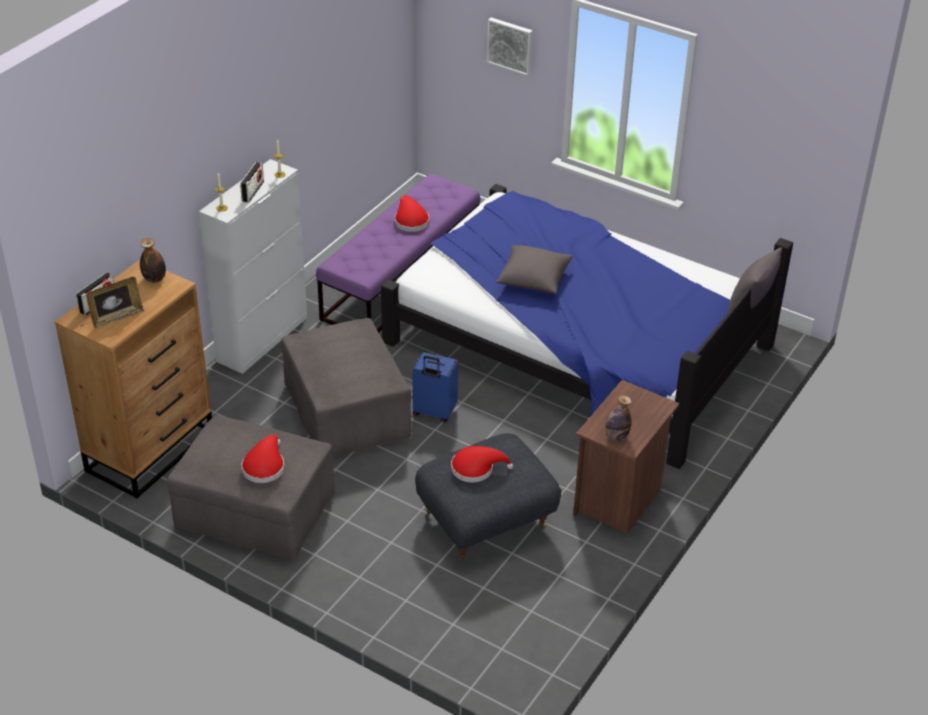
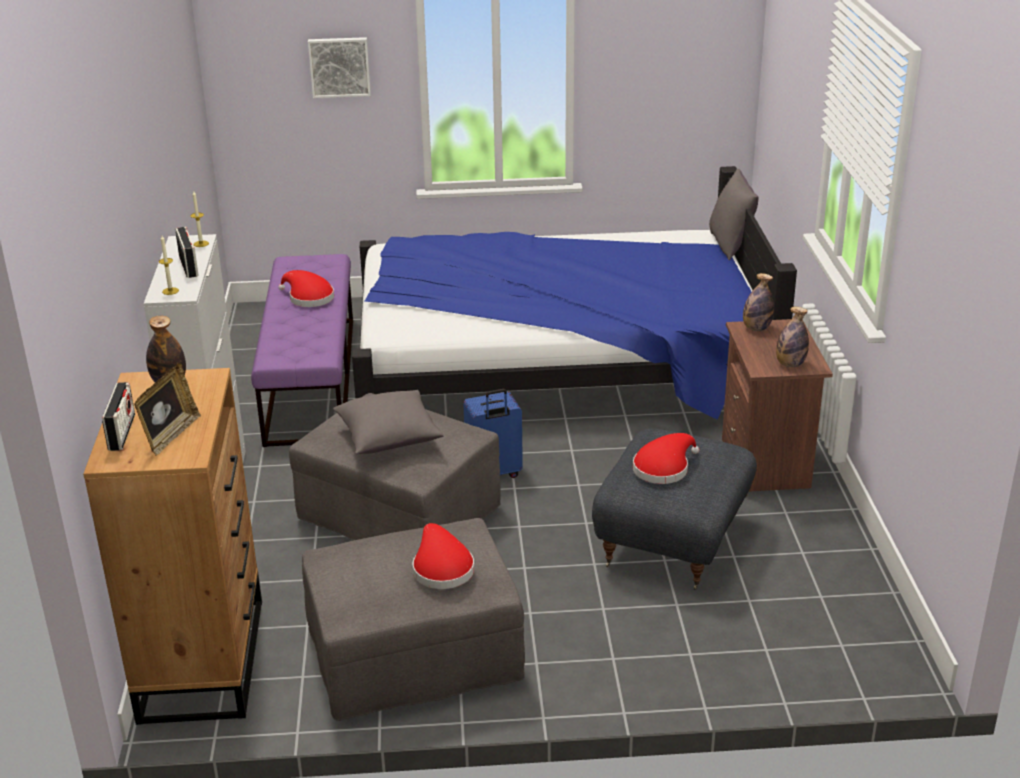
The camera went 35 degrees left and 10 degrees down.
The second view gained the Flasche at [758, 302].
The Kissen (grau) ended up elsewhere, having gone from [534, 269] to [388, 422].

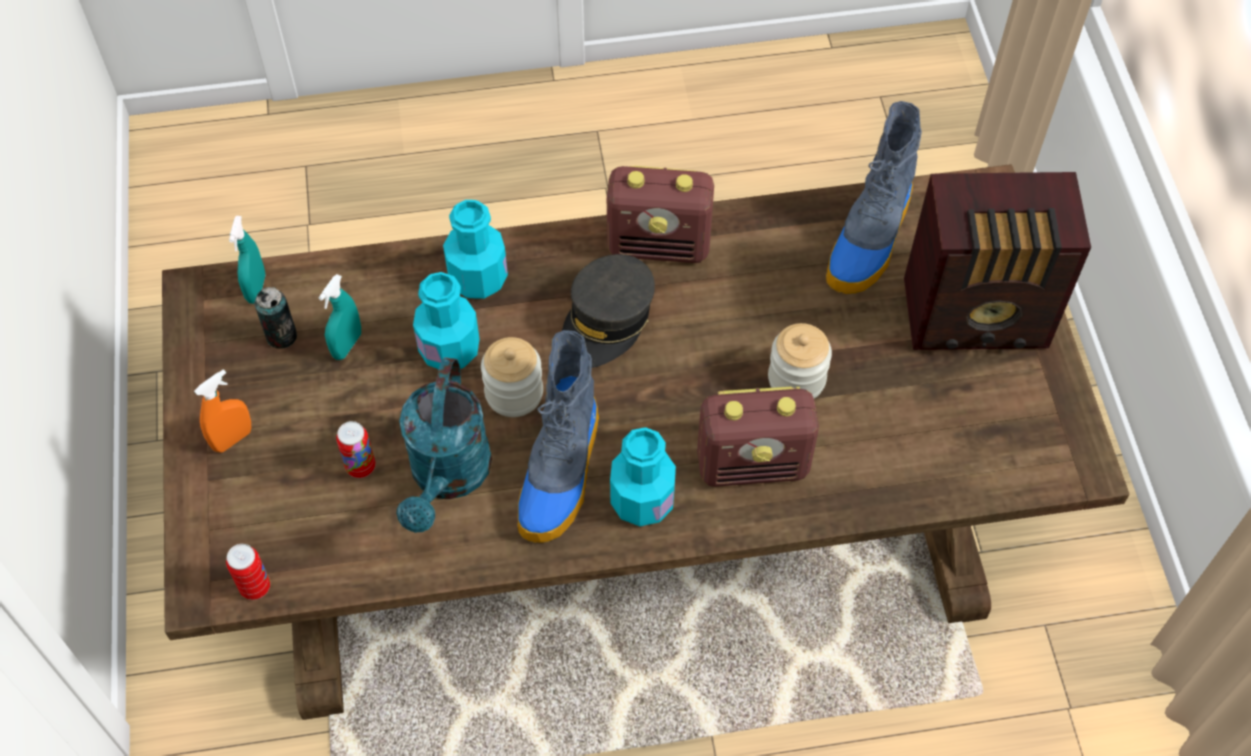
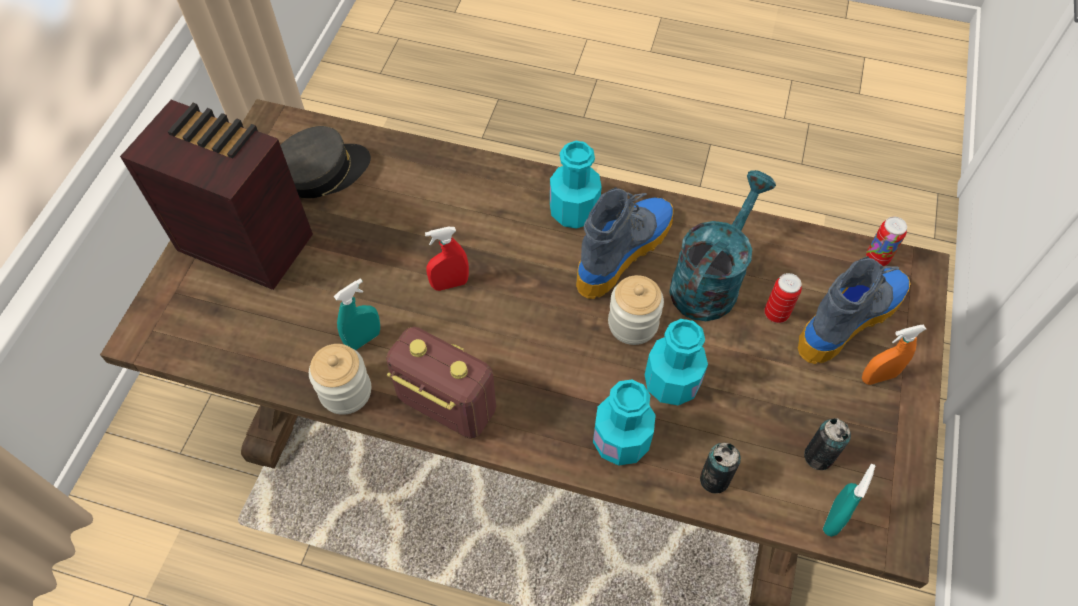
The camera went 155 degrees left and 0 degrees up.
The second view lost the Radio at [758, 437].
The second view gained the Sprühflasche (rot) at [447, 259].
The second view gained the Dose at [720, 468].
The Sprühflasche (türkis) ended up elsewhere, having gone from [340, 317] to [357, 314].
The Kappe (grau) ended up elsewhere, having gone from [608, 311] to [325, 162].
The Vorratsglas ended up elsewhere, having gone from [800, 361] to [340, 379].
The Stiefel ended up elsewhere, having gone from [874, 197] to [854, 310].

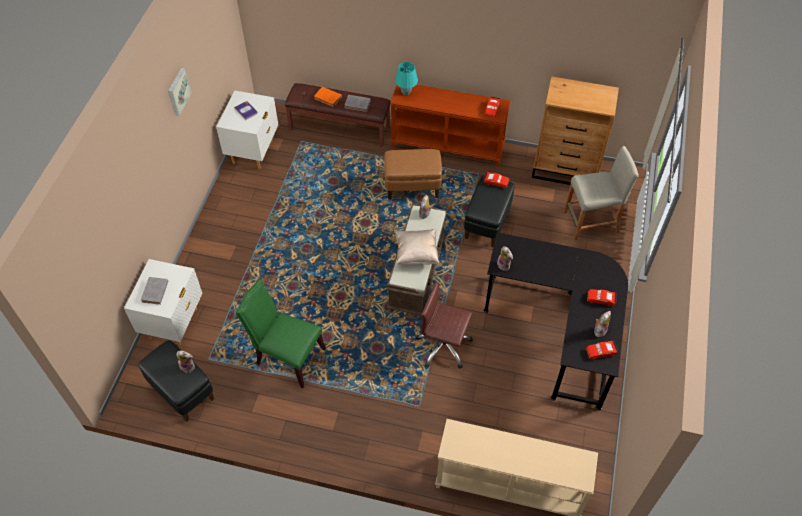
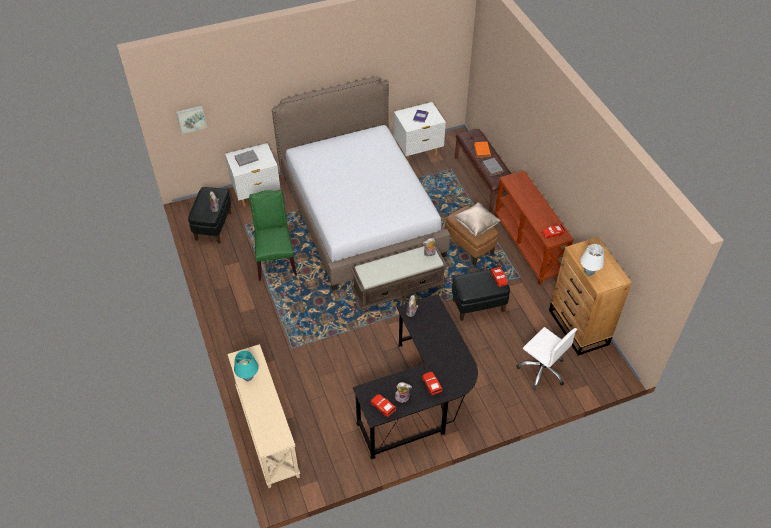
The camera went 55 degrees right and 5 degrees down.
The second view lost the Bürostuhl (braun) at [444, 325].
The second view gained the Bett at [361, 183].
The second view gained the Tischlampe (weiß) at [592, 260].
The Bild ended up elsewhere, having gone from [180, 92] to [191, 120].
The Tischlampe (türkis) ended up elsewhere, having gone from [406, 79] to [246, 365].
The Kissen (beige) ended up elsewhere, having gone from [417, 247] to [477, 219].
Where the Hocker (beige) stood at [601, 193], the Bürostuhl (weiß) came to stand at [547, 358].

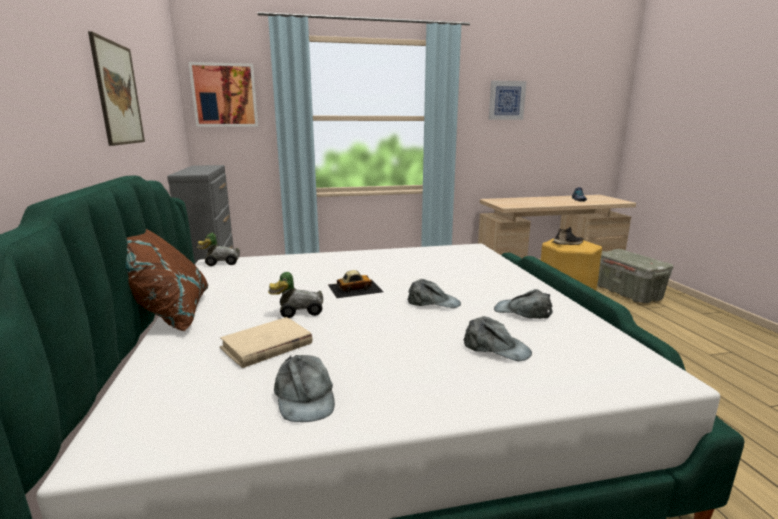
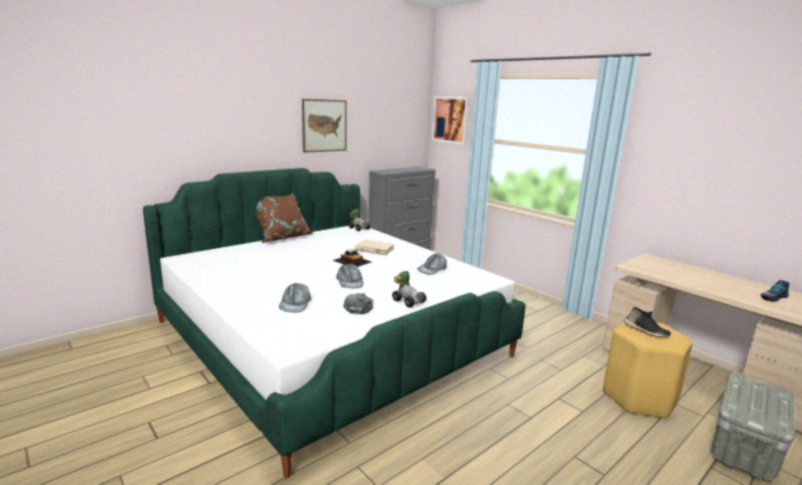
The camera went 60 degrees right and 0 degrees up.
The second view lost the Bild at [508, 100].
The Buch (beige) ended up elsewhere, having gone from [266, 342] to [374, 247].
The Spielzeugauto ended up elsewhere, having gone from [295, 295] to [409, 289].
The Kappe (grau) ended up elsewhere, having gone from [304, 388] to [432, 264].

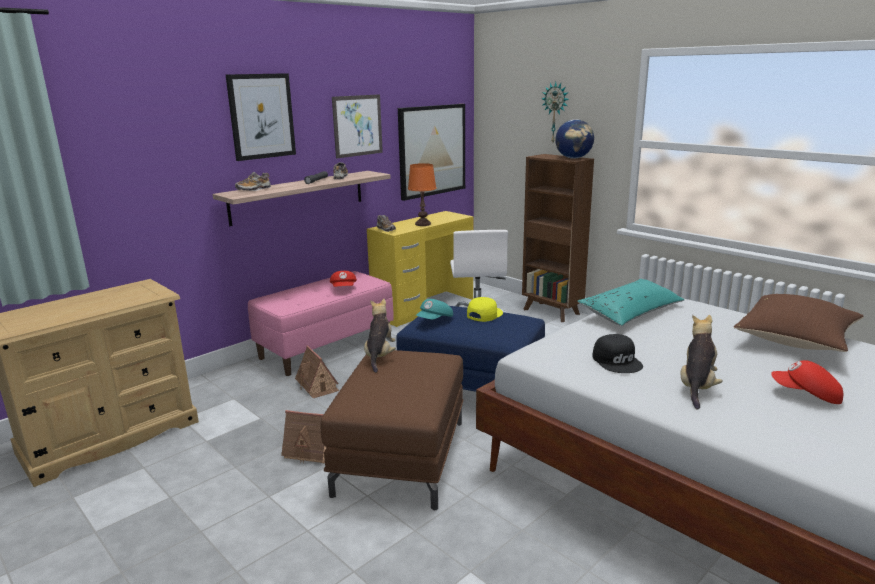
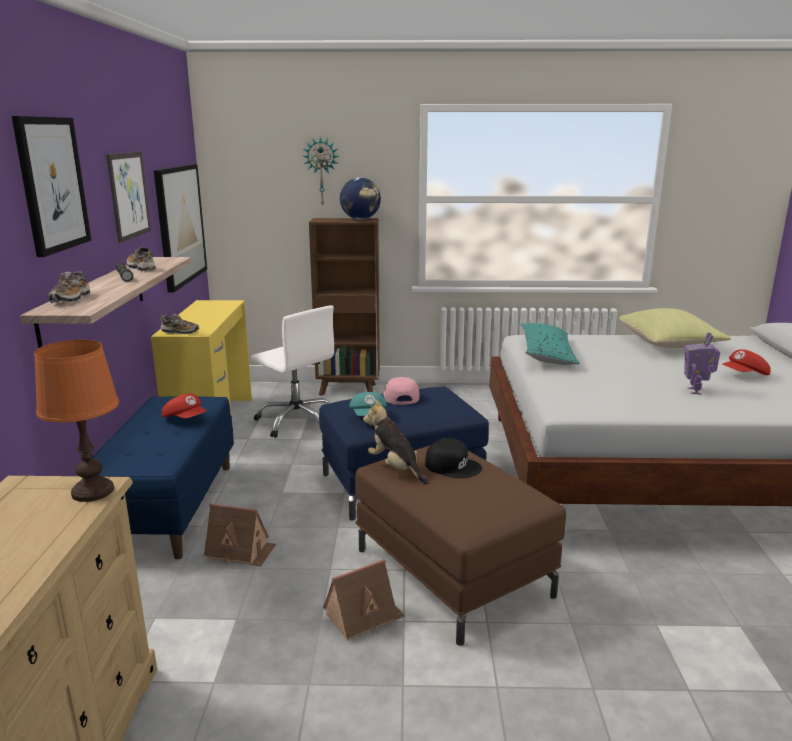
The camera went 45 degrees left and 0 degrees up.
The Tischlampe (orange) ended up elsewhere, having gone from [422, 194] to [76, 421].
The Kappe (schwarz) ended up elsewhere, having gone from [617, 353] to [453, 458].
Where the Plüschtier stood at [701, 362], the Spielzeugroboter came to stand at [702, 363].
What was the Bank (rosa) at [321, 323] turned into the Bank (blau) at [155, 477].
What was the Kappe (gelb) at [485, 309] turned into the Kappe (rosa) at [401, 391].
What was the Kissen (braun) at [799, 323] turned into the Kissen (gelb) at [675, 328].

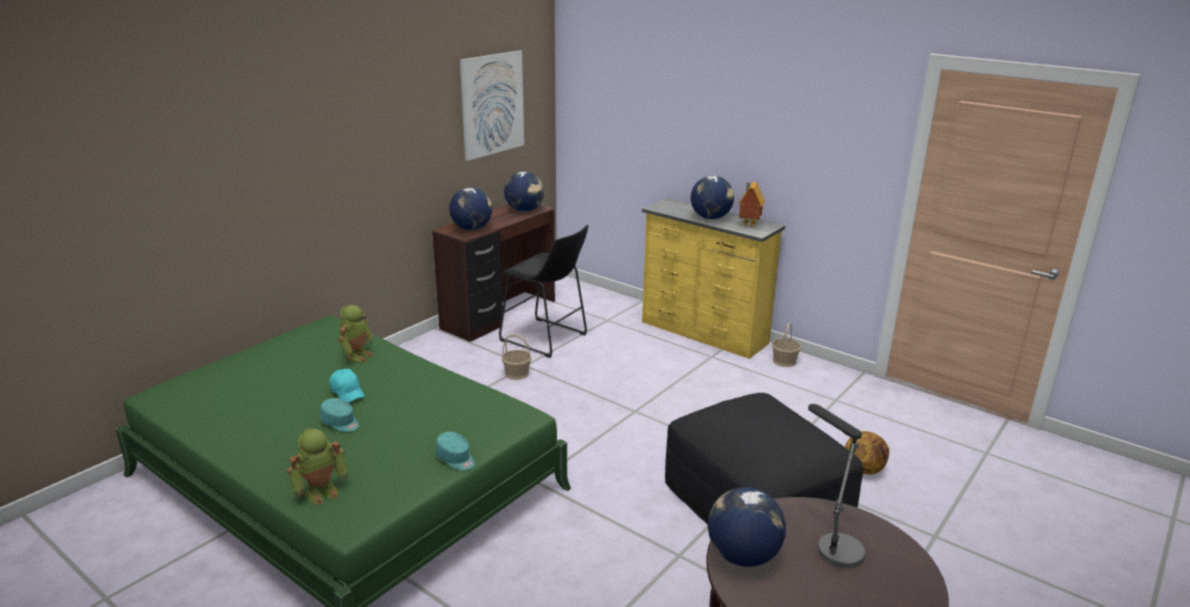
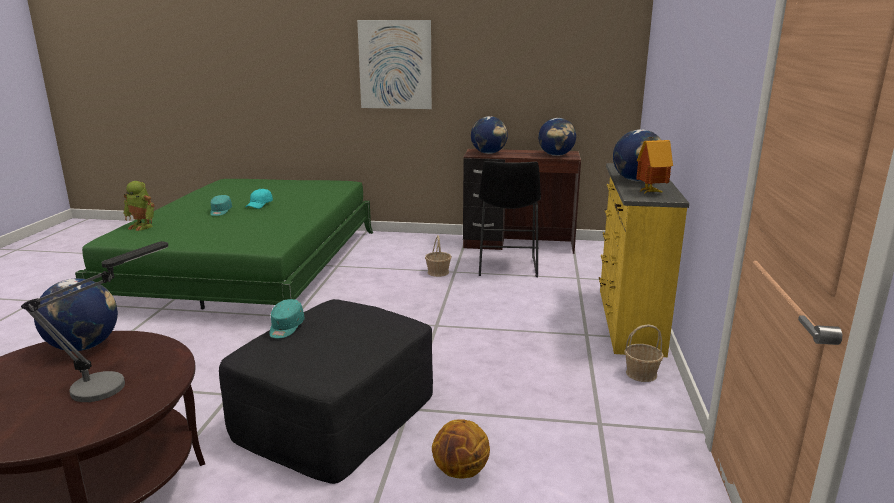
The camera went 60 degrees right and 5 degrees down.
The second view lost the Spielzeugroboter at [356, 333].
The Kappe (türkis) ended up elsewhere, having gone from [455, 451] to [287, 319].
The Bild ended up elsewhere, having gone from [492, 105] to [394, 64].

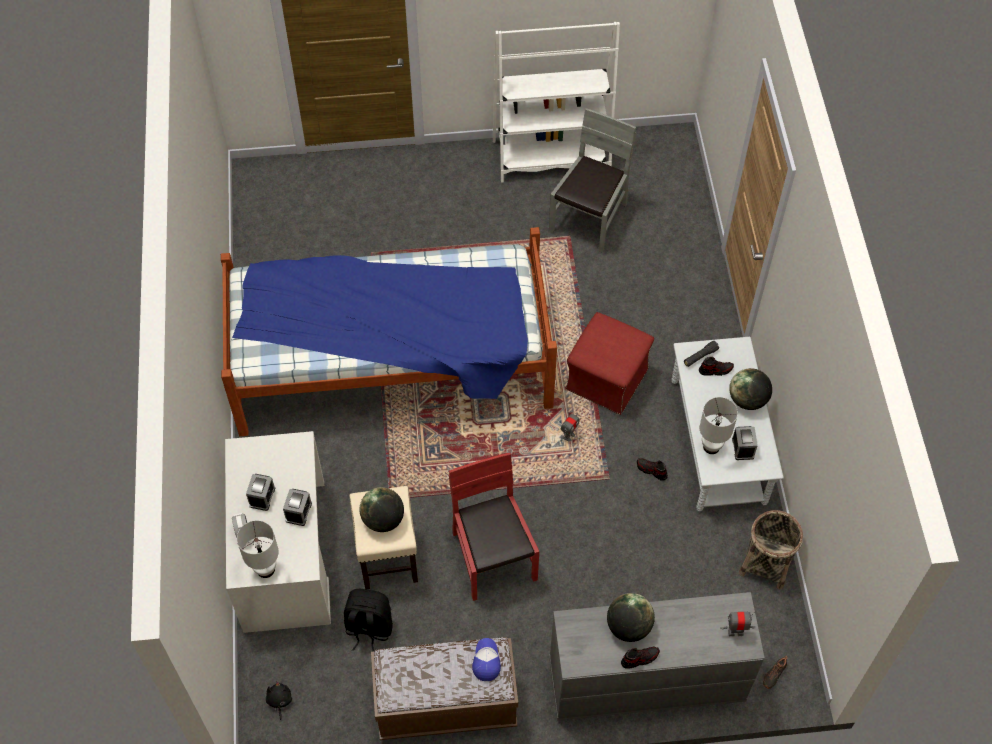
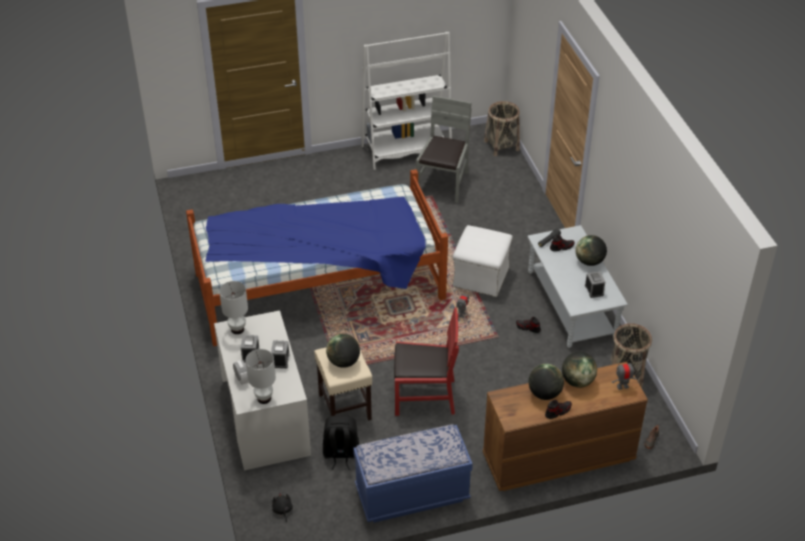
The camera went 10 degrees left and 15 degrees down.
The second view lost the Kappe at [486, 659].
The second view gained the Korb at [502, 128].
The second view gained the Globus at [579, 370].
The Tischlampe (weiß) ended up elsewhere, having gone from [719, 425] to [233, 307].
What was the Bank (braun) at [444, 688] turned into the Bank (blau) at [413, 473].
What was the Kommode (grau) at [657, 656] turned into the Kommode (braun) at [565, 426].
What was the Polsterhocker (rot) at [610, 363] turned into the Polsterhocker (weiß) at [482, 261].
The Stuhl (rot) at [494, 527] ended up facing another way, 120 degrees clockwise from before.

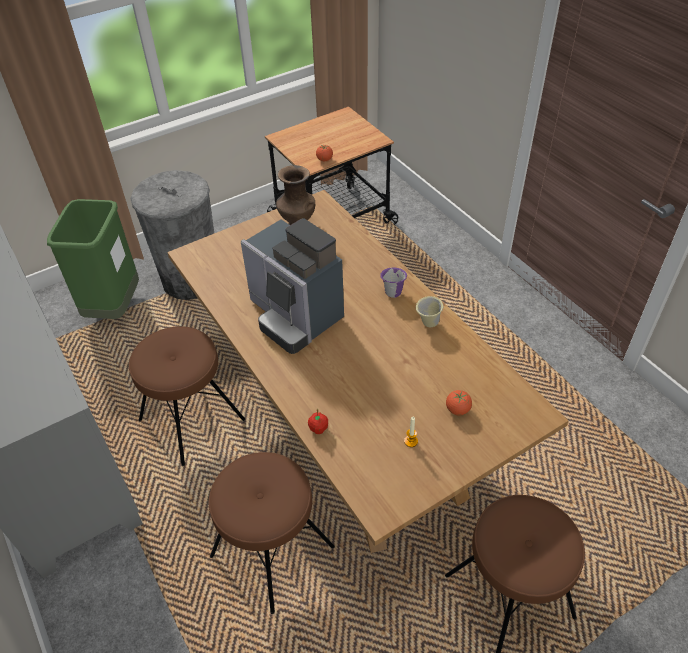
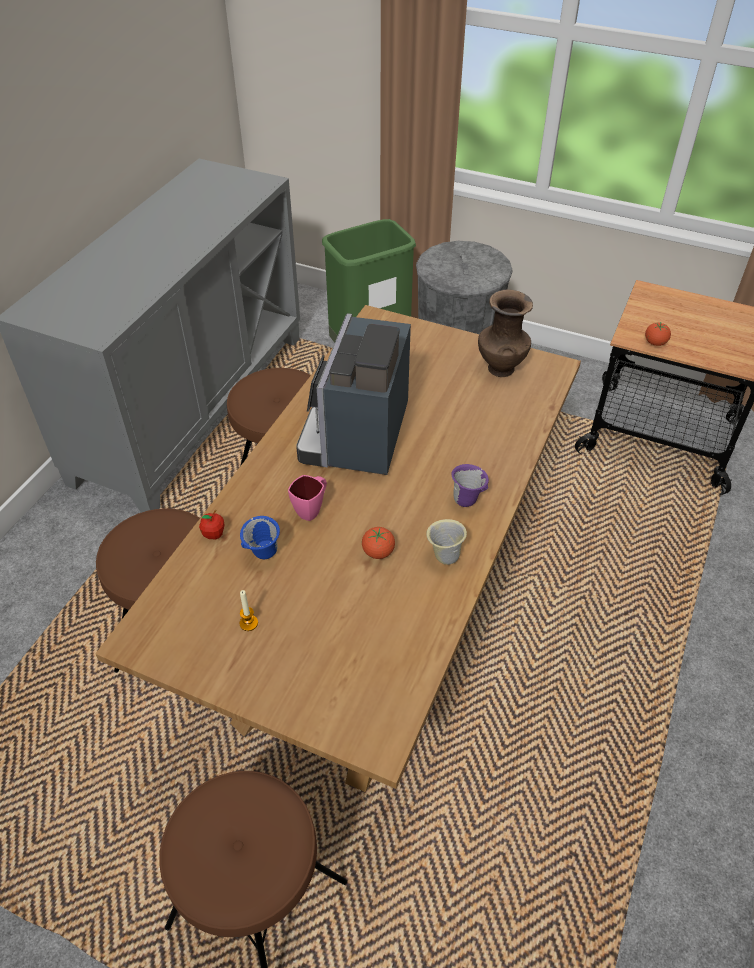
The camera went 55 degrees right and 0 degrees up.
The second view gained the Henkelbecher (blau) at [260, 537].
The second view gained the Henkelbecher (rosa) at [307, 498].
The Tomate ended up elsewhere, having gone from [459, 402] to [378, 543].

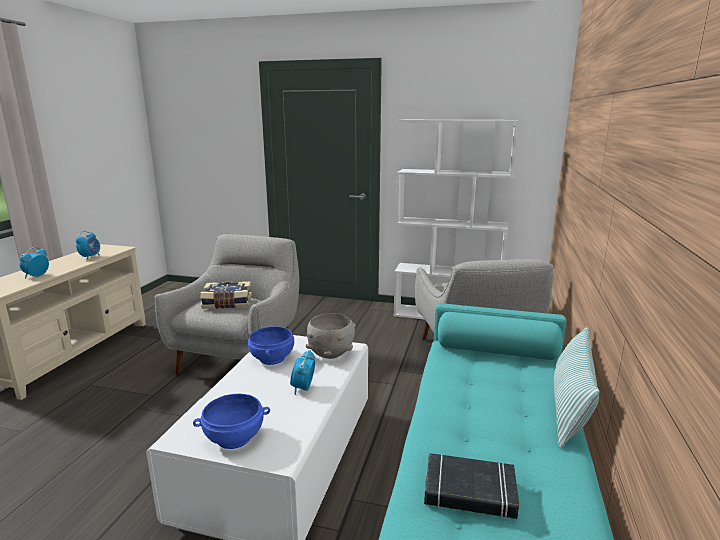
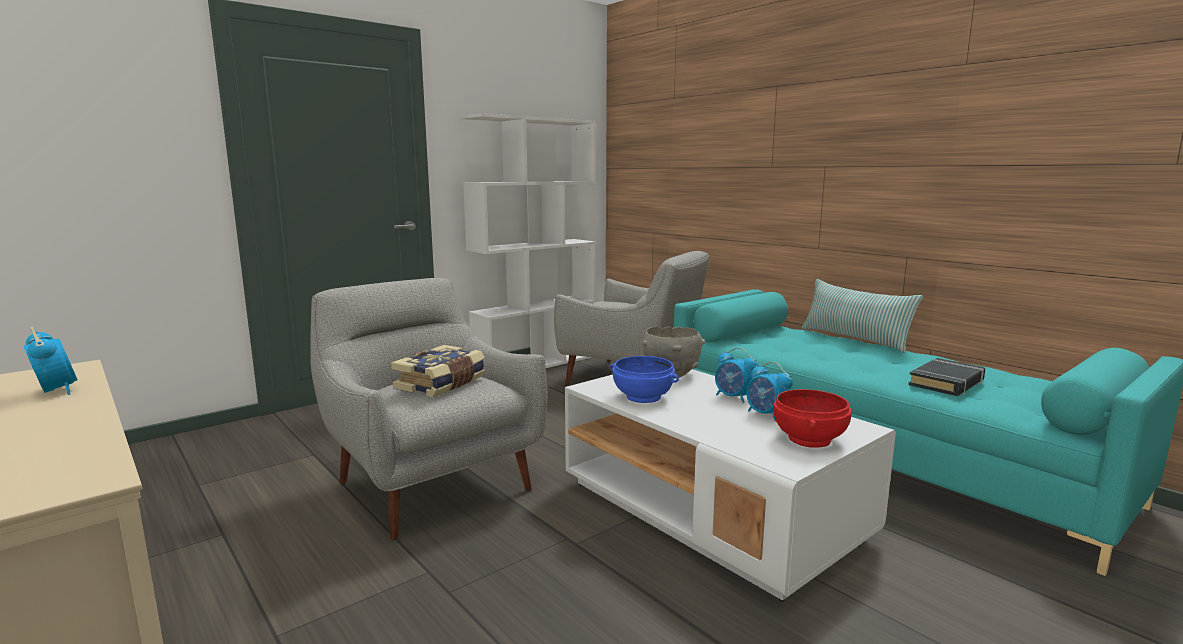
The camera went 55 degrees left and 5 degrees down.
The Wecker ended up elsewhere, having gone from [34, 263] to [769, 391].
What was the Schüssel (blau) at [231, 421] turned into the Schüssel (rot) at [813, 418].

